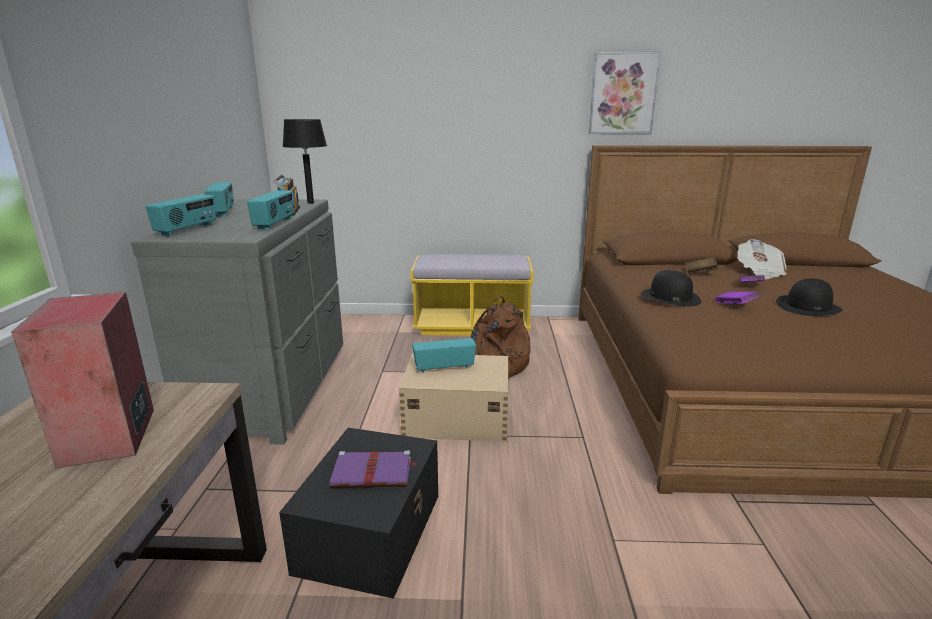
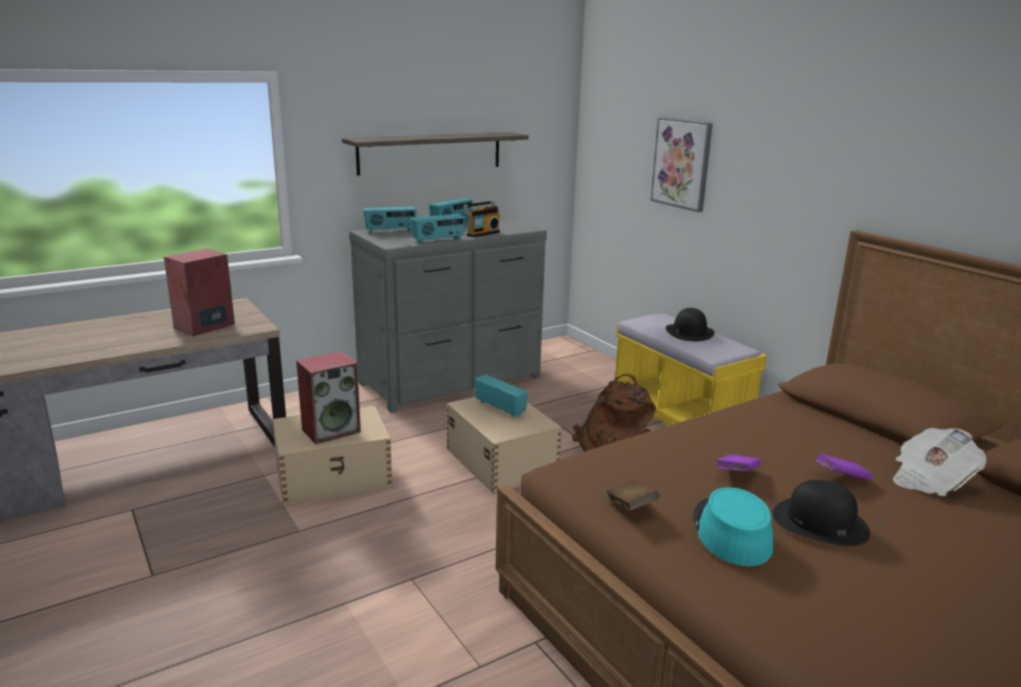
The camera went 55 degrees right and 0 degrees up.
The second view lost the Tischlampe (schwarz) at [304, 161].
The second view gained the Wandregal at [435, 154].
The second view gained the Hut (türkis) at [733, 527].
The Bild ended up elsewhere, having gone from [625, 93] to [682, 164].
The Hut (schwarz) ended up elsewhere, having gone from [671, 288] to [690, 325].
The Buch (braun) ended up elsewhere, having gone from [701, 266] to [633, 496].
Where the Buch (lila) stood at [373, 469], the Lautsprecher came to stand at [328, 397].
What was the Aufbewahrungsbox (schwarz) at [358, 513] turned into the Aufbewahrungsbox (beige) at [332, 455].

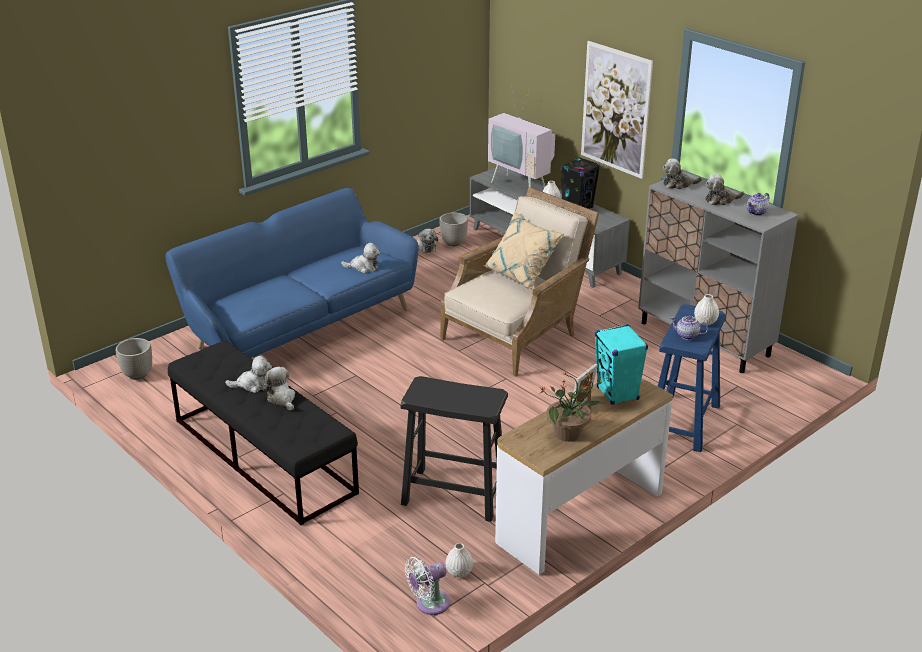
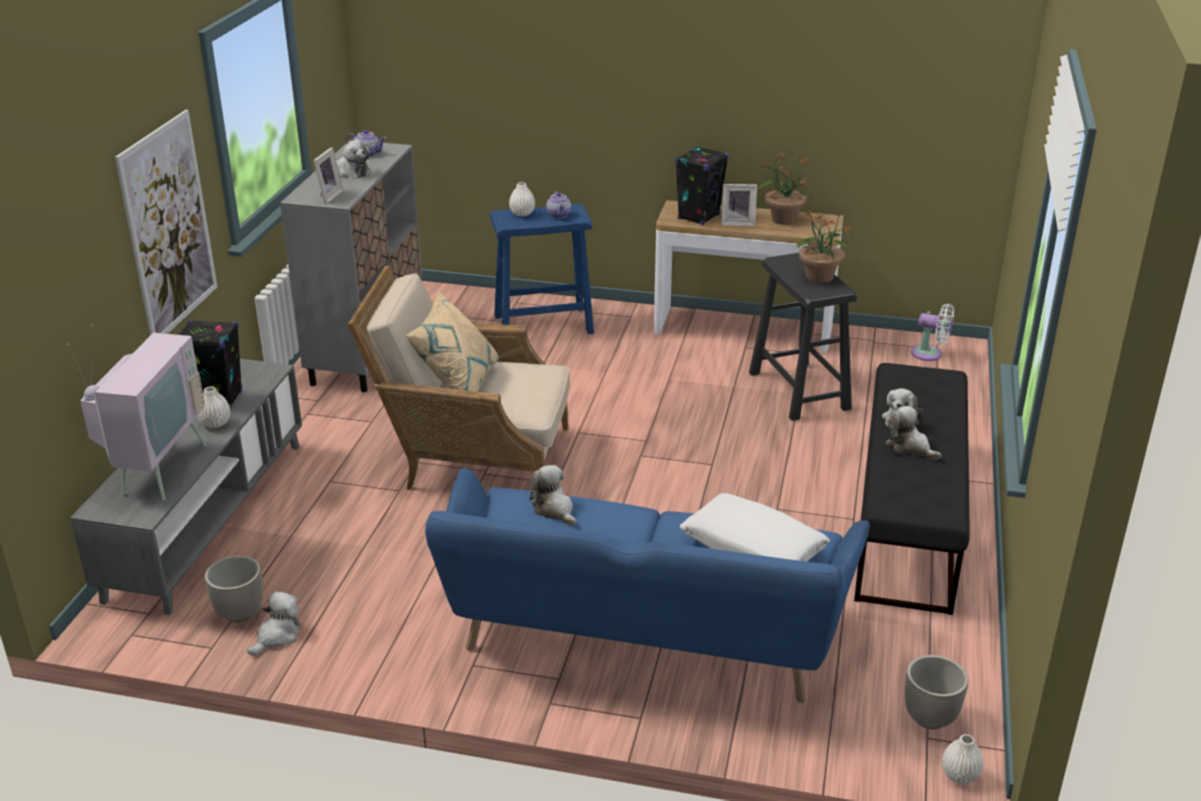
The camera went 125 degrees left and 0 degrees up.
The second view gained the Kissen (weiß) at [755, 527].
The second view gained the Topfpflanze at [824, 246].
The Vase (weiß) ended up elsewhere, having gone from [459, 560] to [963, 759].
Where the Plüschtier stood at [682, 174], the Bilderrahmen came to stand at [328, 175].
What was the Lautsprecher (türkis) at [621, 364] turned into the Lautsprecher (schwarz) at [702, 185].

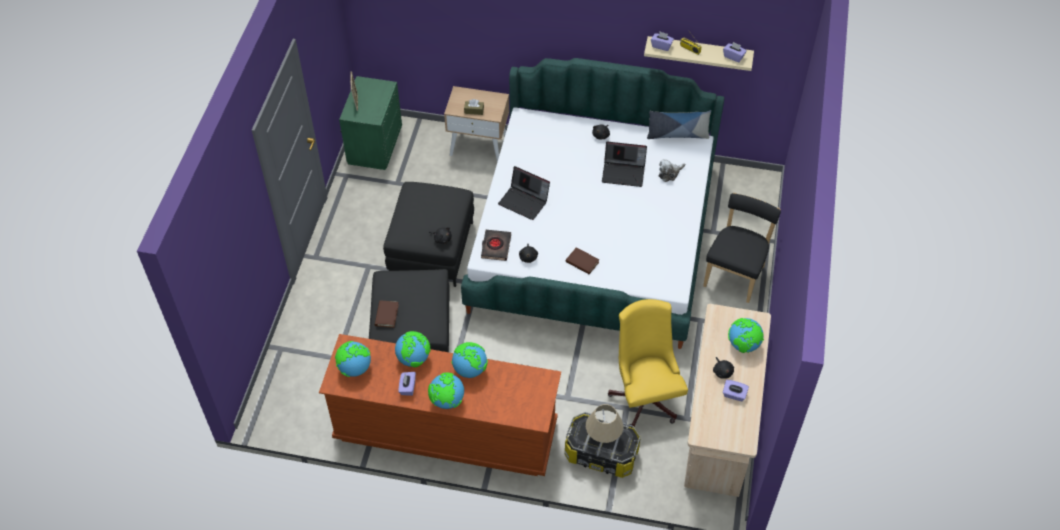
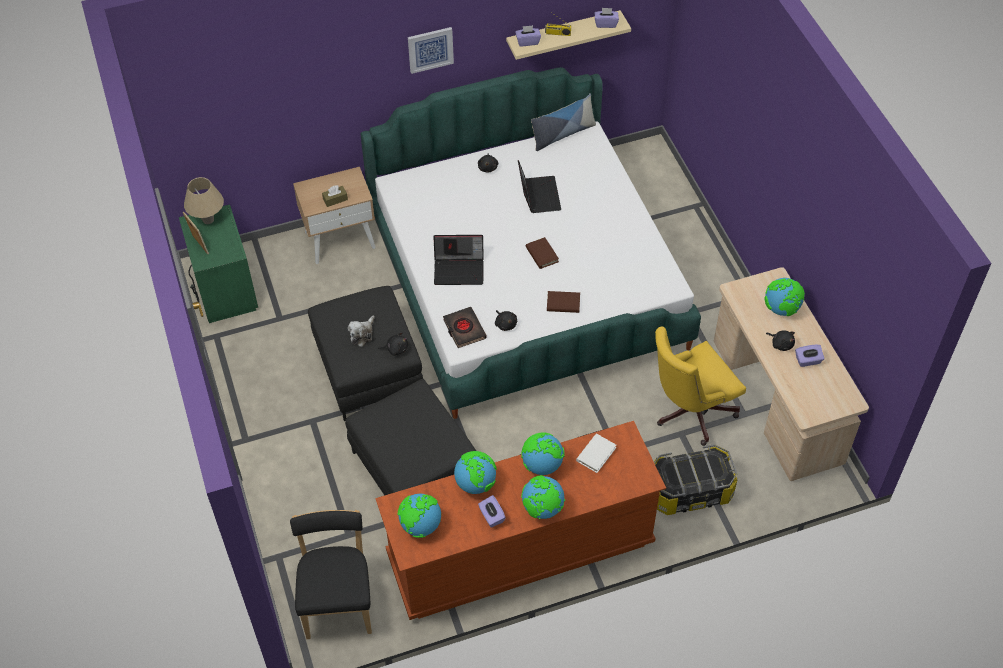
The camera went 30 degrees left and 0 degrees up.
The second view gained the Bild at [431, 50].
The second view gained the Buch (weiß) at [596, 453].
The Buch (braun) ended up elsewhere, having gone from [387, 314] to [542, 253].
The Tischlampe (beige) ended up elsewhere, having gone from [604, 423] to [204, 200].
The Plüschtier ended up elsewhere, having gone from [672, 170] to [361, 331].
The Stuhl (schwarz) ended up elsewhere, having gone from [742, 248] to [331, 574].
The Laptop at [624, 164] ended up facing another way, 75 degrees counterclockwise from before.
The Bürostuhl (gelb) at [648, 363] ended up facing another way, 75 degrees counterclockwise from before.

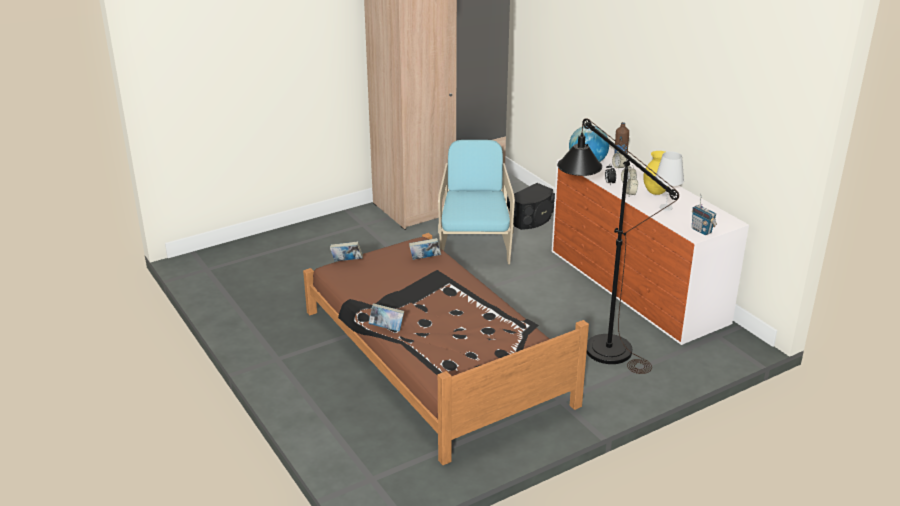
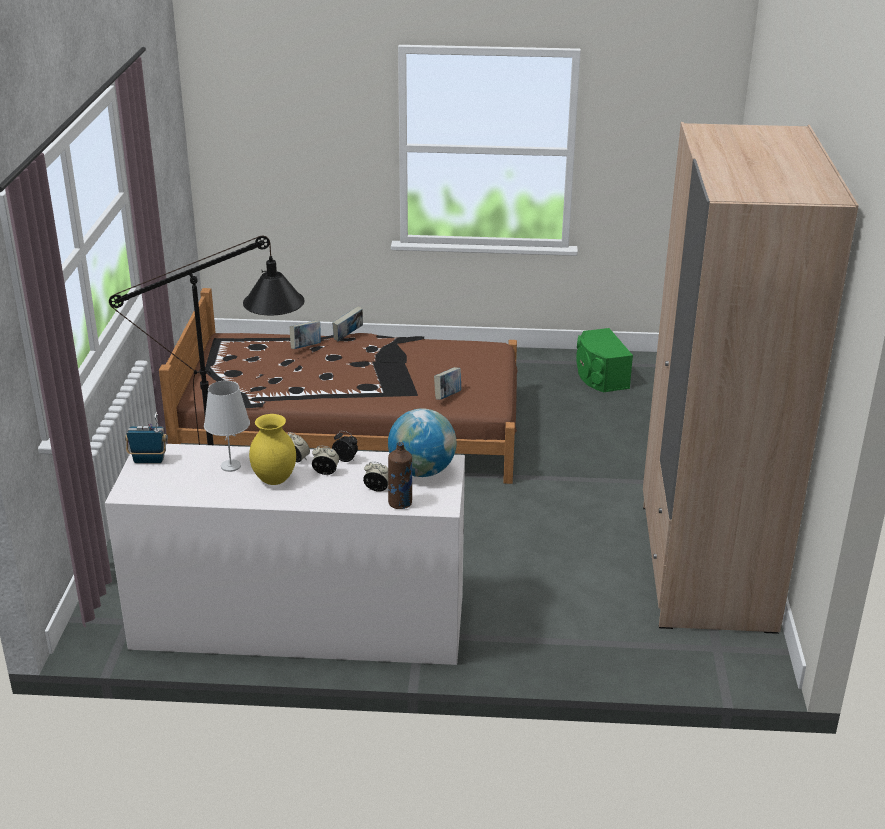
The camera went 125 degrees right and 0 degrees up.
The second view lost the Sessel (türkis) at [476, 202].
The second view lost the Lautsprecher (schwarz) at [531, 206].
The second view gained the Lautsprecher (grün) at [604, 360].
The Buch ended up elsewhere, having gone from [346, 251] to [305, 335].

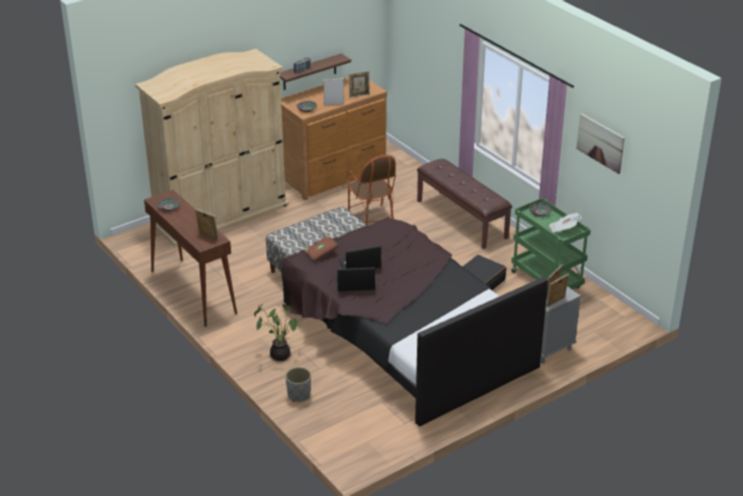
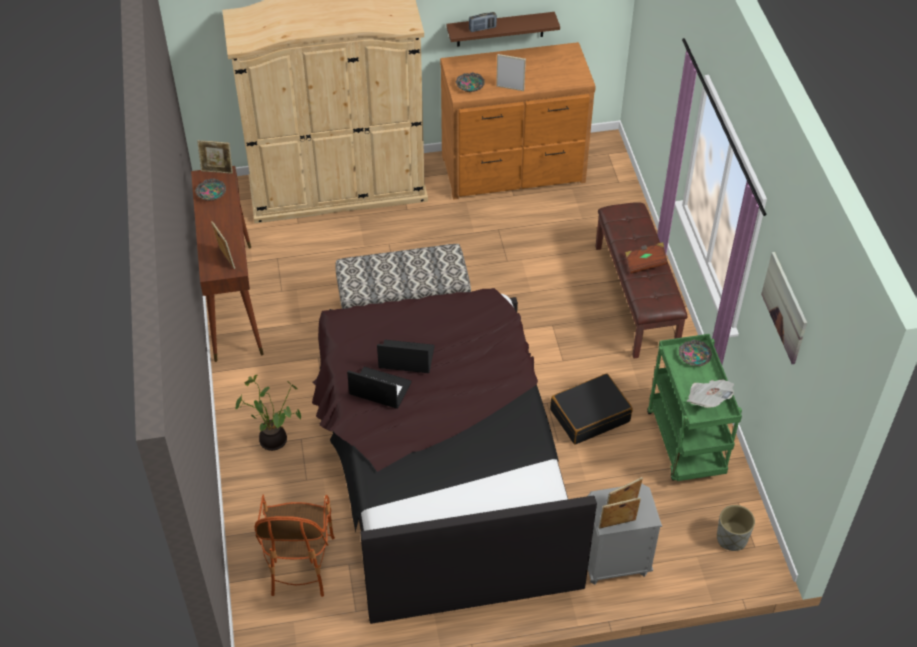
The camera went 25 degrees right and 15 degrees up.
The Pflanzkübel (grau) ended up elsewhere, having gone from [298, 384] to [736, 528].
The Buch (braun) ended up elsewhere, having gone from [321, 248] to [646, 258].
The Sessel ended up elsewhere, having gone from [371, 190] to [295, 545].
The Bilderrahmen ended up elsewhere, having gone from [359, 84] to [215, 157].

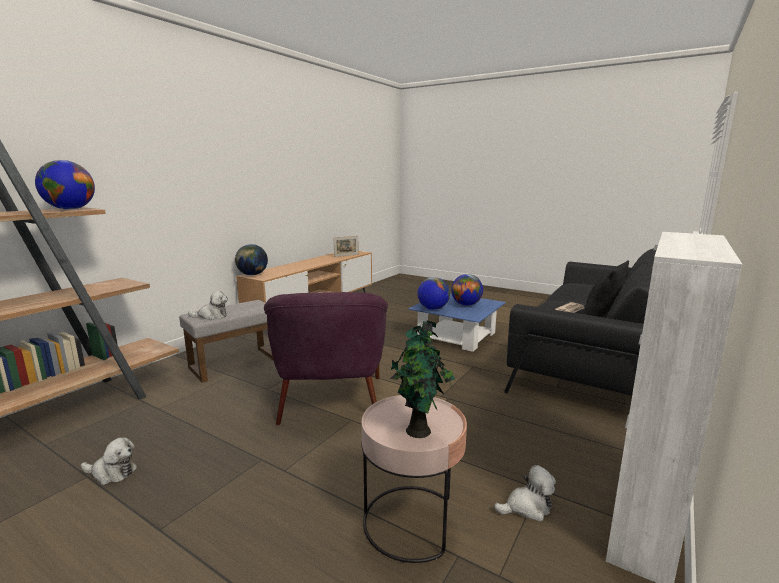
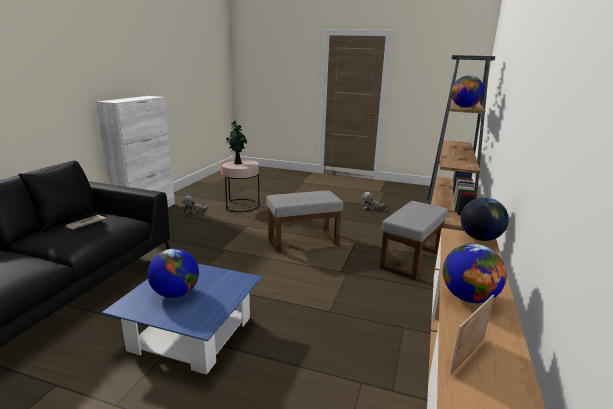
The camera went 165 degrees right and 5 degrees up.
The second view lost the Plüschtier at [208, 305].
The Globus ended up elsewhere, having gone from [433, 293] to [475, 273].
Where the Sessel (lila) stood at [326, 358], the Polsterhocker (grau) came to stand at [305, 221].

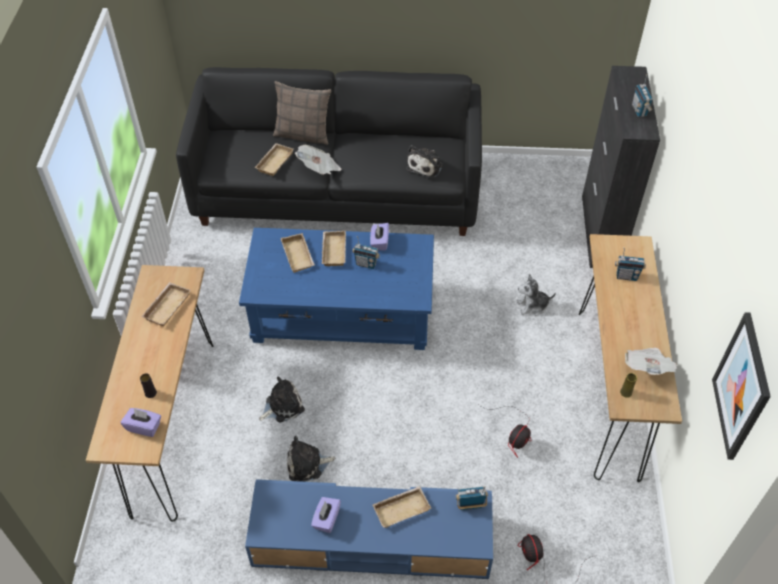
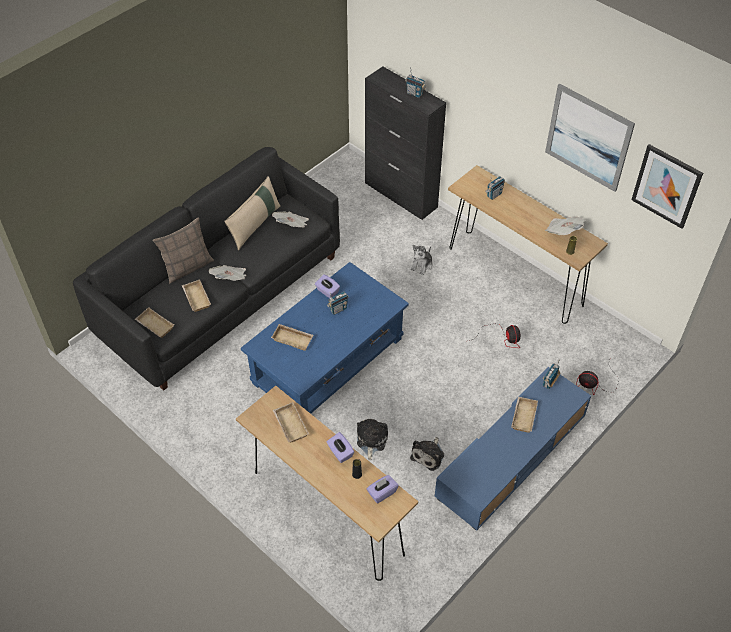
The camera went 50 degrees left and 0 degrees up.
The second view gained the Kissen (beige) at [252, 213].
The second view gained the Bild at [590, 137].
The Taschentuchbox (lila) ended up elsewhere, having gone from [326, 515] to [340, 447].
The Tablett (beige) ended up elsewhere, having gone from [334, 248] to [154, 322].
Where the Plüschtier stood at [424, 162], the Zeitung came to stand at [290, 220].

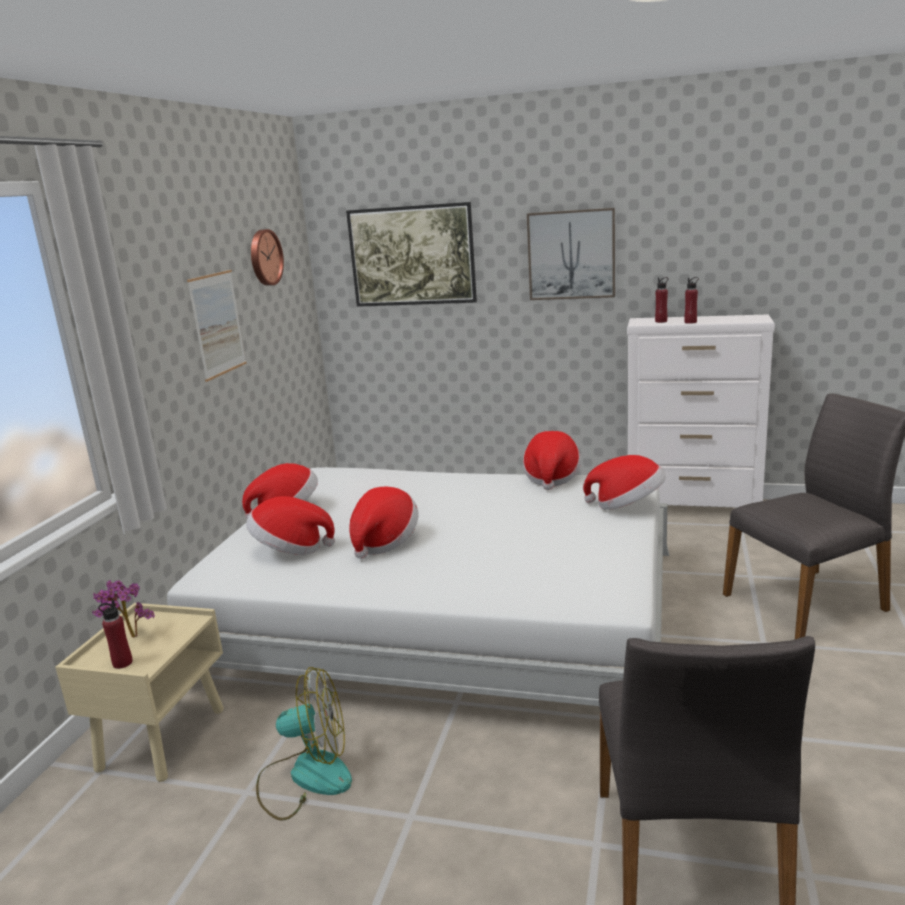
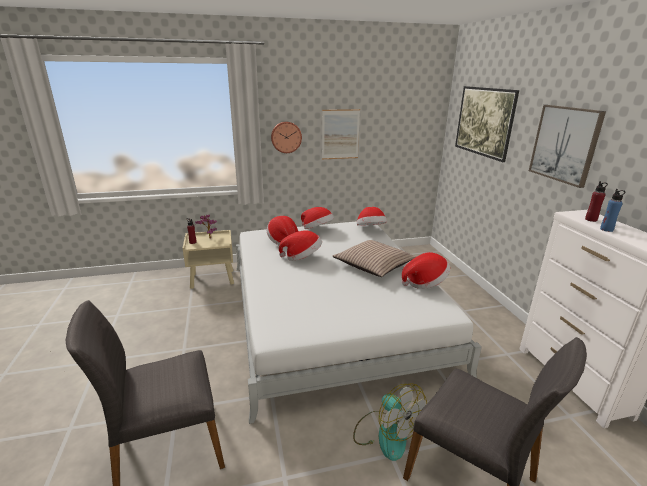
The camera went 60 degrees right and 5 degrees up.
The second view gained the Kissen at [374, 258].
The Wanduhr ended up elsewhere, having gone from [267, 257] to [286, 137].
The Ventilator ended up elsewhere, having gone from [304, 744] to [390, 422].
The Hut ended up elsewhere, having gone from [624, 482] to [372, 216].
What was the Flasche (rot) at [691, 300] turned into the Flasche (blau) at [613, 210].

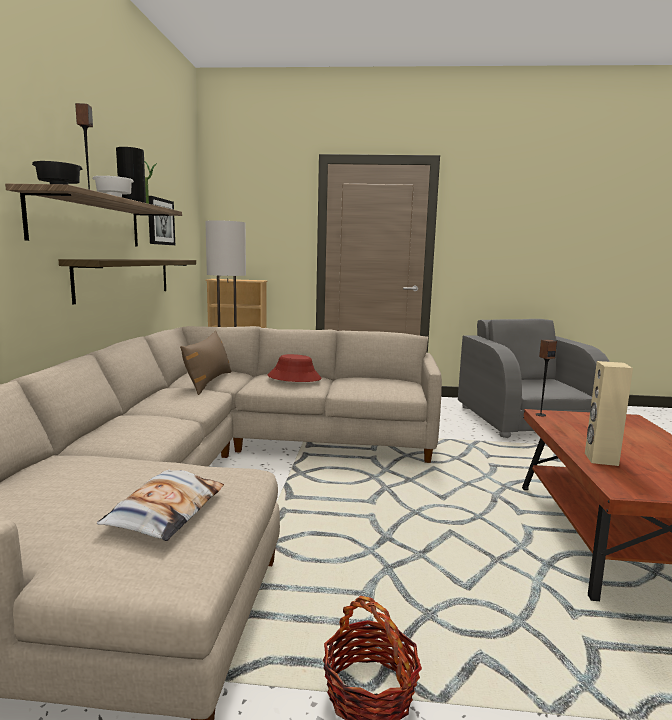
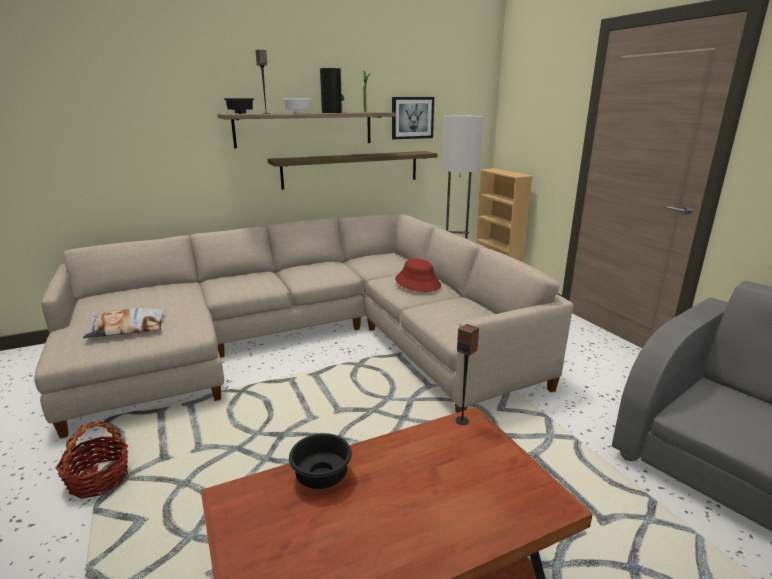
The camera went 60 degrees right and 10 degrees up.
The second view lost the Kissen (braun) at [206, 363].
Where the Lautsprecher (beige) stood at [609, 413], the Schüssel (schwarz) came to stand at [320, 461].

